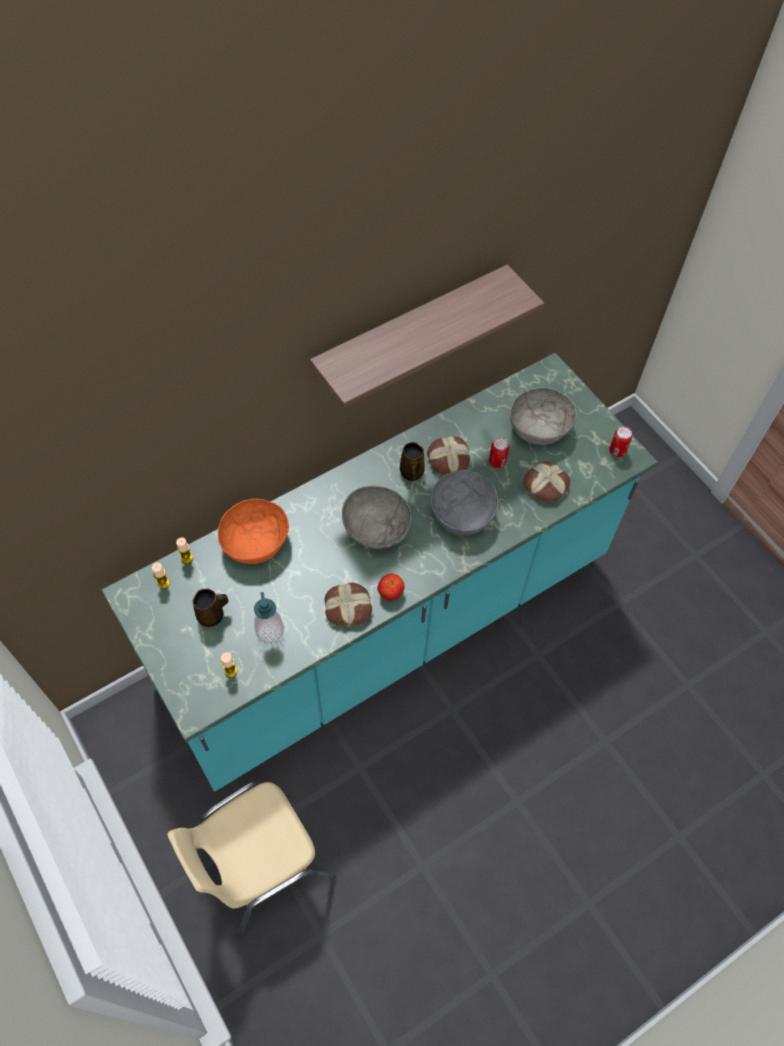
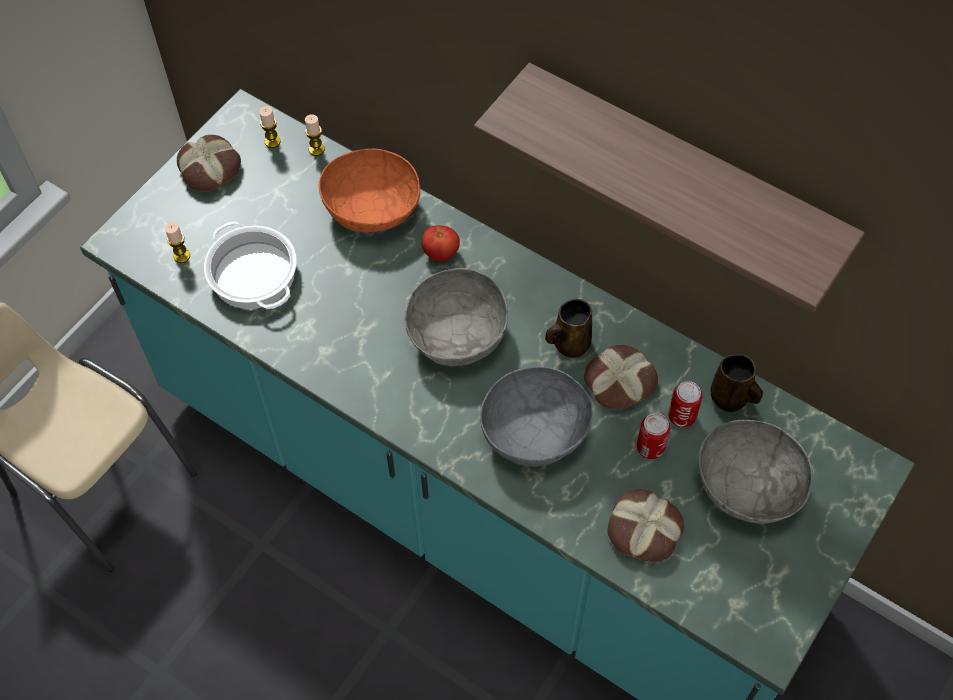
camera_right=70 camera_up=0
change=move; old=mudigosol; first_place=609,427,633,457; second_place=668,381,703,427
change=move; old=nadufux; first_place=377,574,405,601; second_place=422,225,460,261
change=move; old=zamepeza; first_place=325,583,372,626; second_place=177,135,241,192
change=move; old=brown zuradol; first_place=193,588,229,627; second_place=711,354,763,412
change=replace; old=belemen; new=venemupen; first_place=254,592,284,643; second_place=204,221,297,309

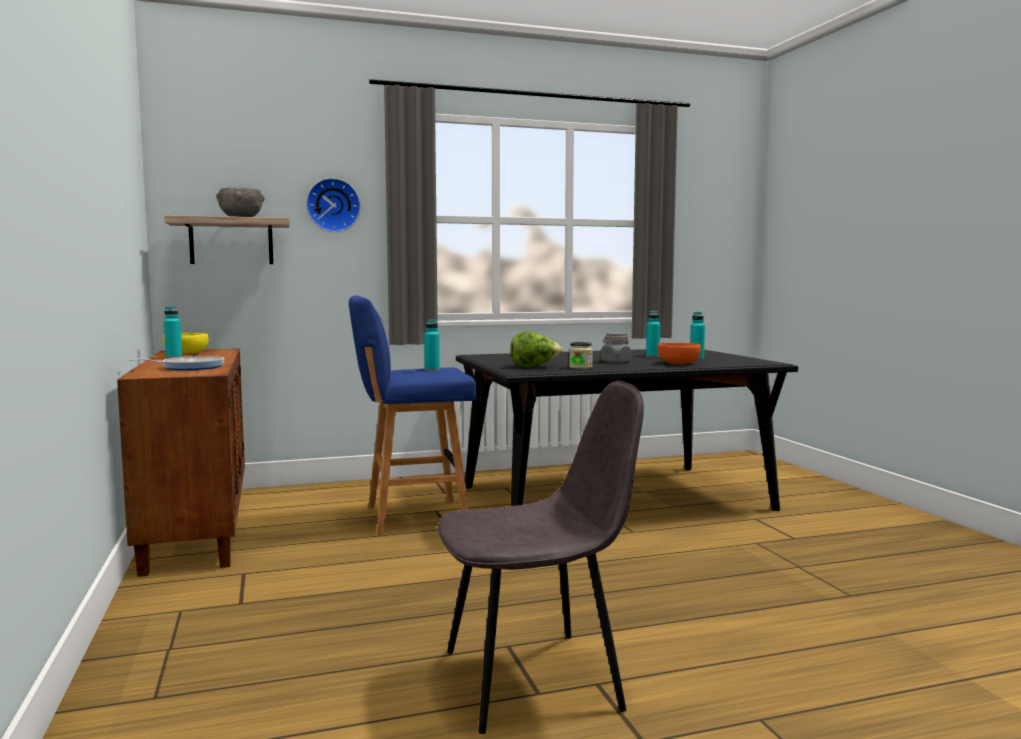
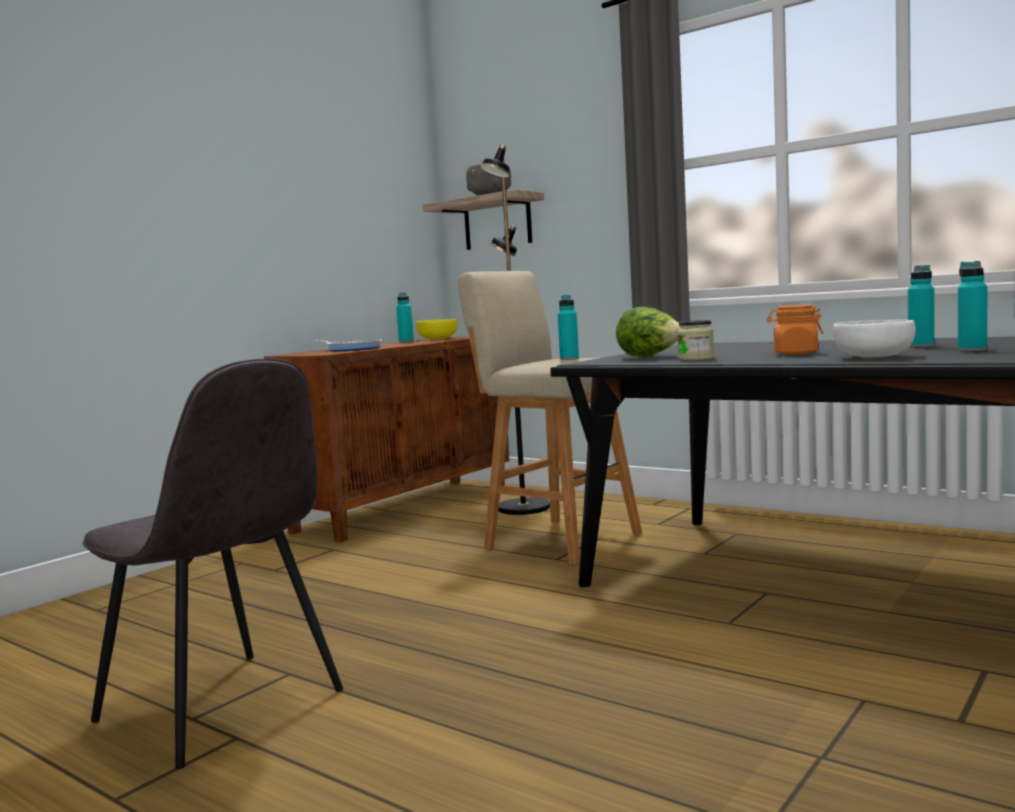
camera_right=55 camera_up=0
change=delete; old=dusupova; first_place=306,178,361,232
change=recolor; old=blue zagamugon; new=beige zagamugon; first_place=349,296,476,537; second_place=458,271,642,565
change=recolor; old=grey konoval; new=orange konoval; first_place=600,332,631,363; second_place=767,305,823,355
change=recolor; old=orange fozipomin; new=white fozipomin; first_place=657,343,701,364; second_place=833,320,916,357
change=insert; new=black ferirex; second_place=480,144,550,515

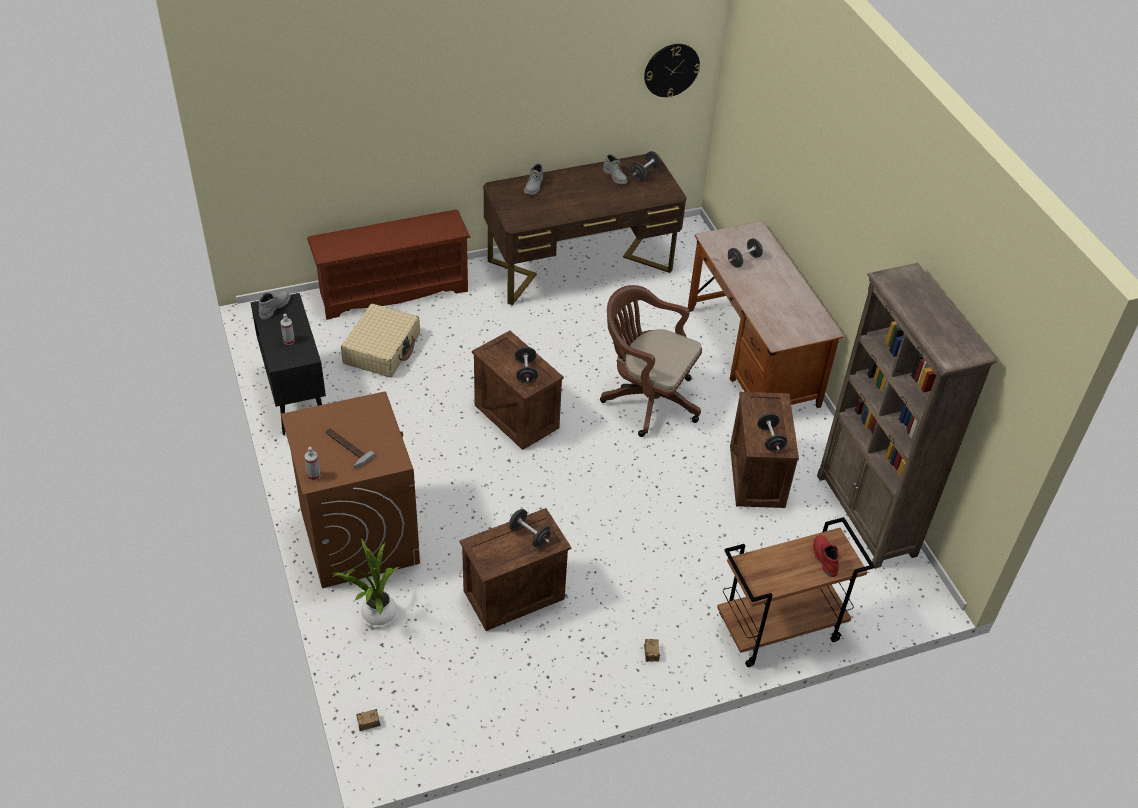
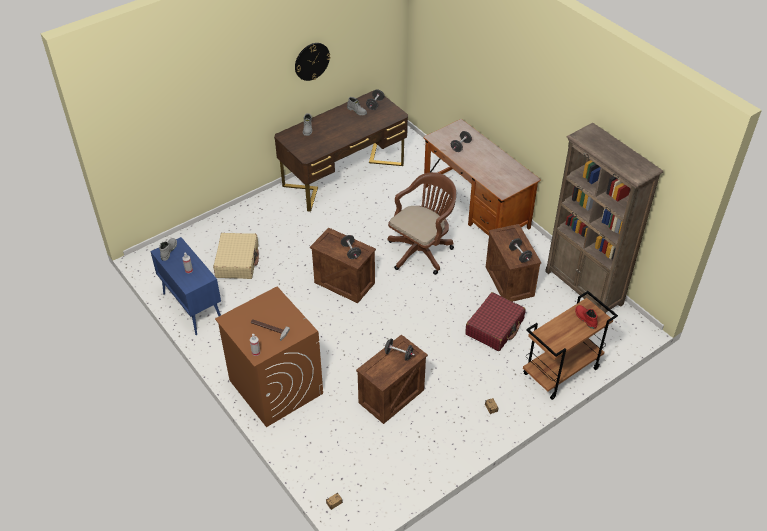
camera_right=-15 camera_up=0
change=move; old=dusupova; first_place=644,44,700,98; second_place=295,43,330,81
change=delete; old=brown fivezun; first_place=307,210,471,320
change=rotate; old=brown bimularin; first_place=600,285,702,437; second_place=387,172,456,275; degrees=120
change=recolor; old=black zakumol; new=blue zakumol; first_place=250,293,326,435; second_place=150,237,221,335
change=delete; old=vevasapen; first_place=332,539,399,628
change=insert; new=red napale; second_place=465,292,525,351

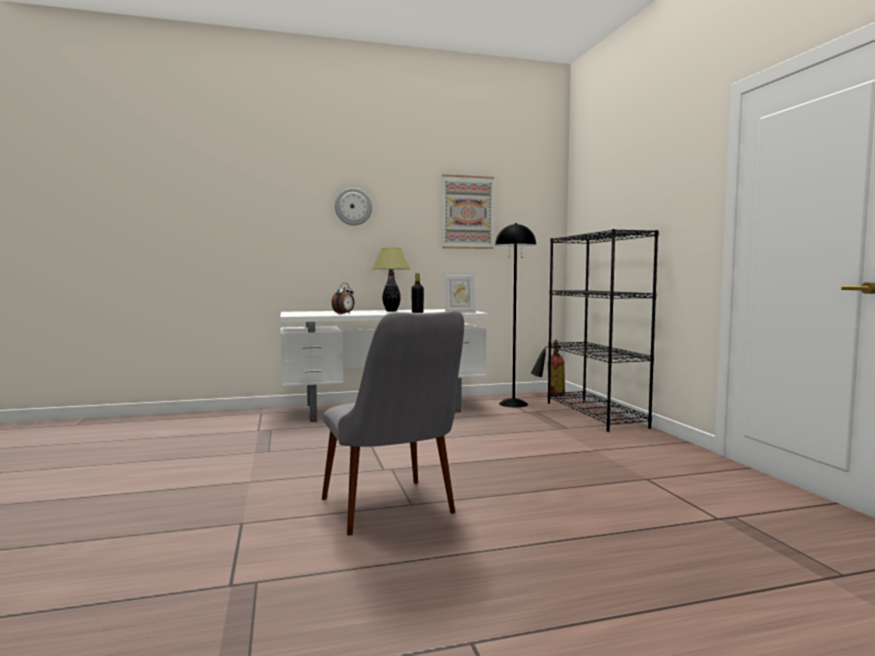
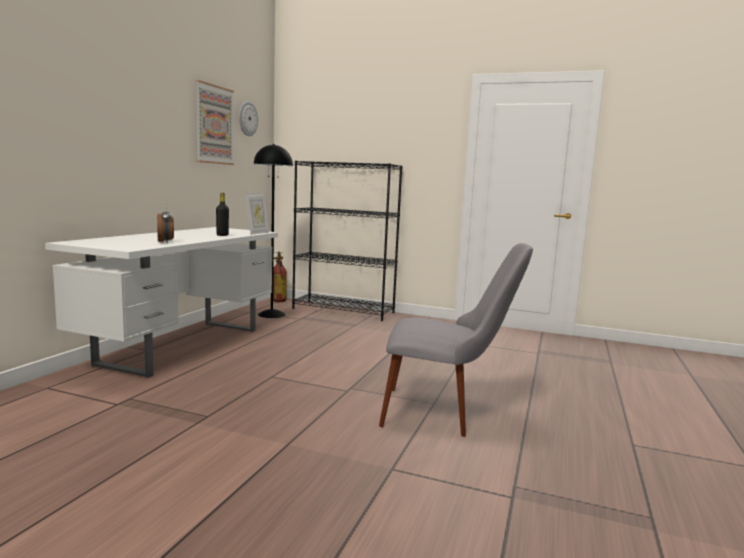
camera_right=-55 camera_up=5
change=move; old=dusupova; first_place=335,188,372,226; second_place=239,101,258,136
change=delete; old=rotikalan; first_place=372,248,410,311

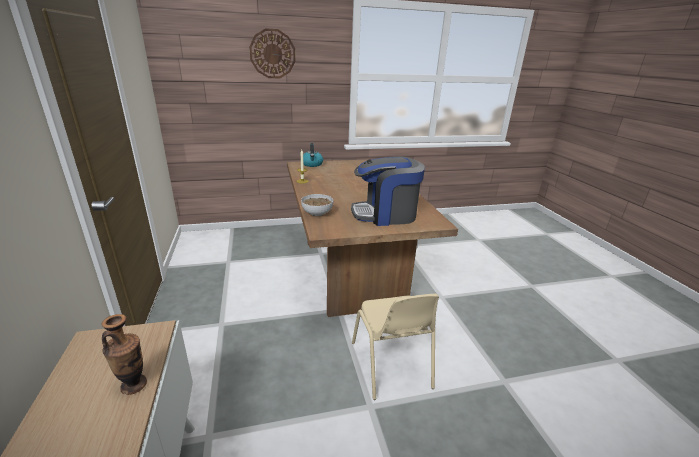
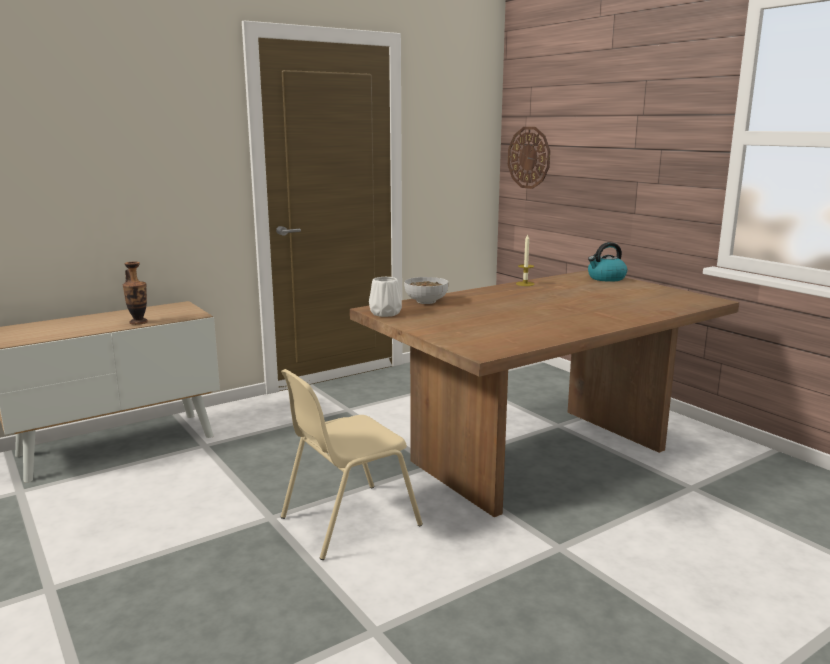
camera_right=70 camera_up=-10
change=move; old=dusupova; first_place=249,28,296,78; second_place=508,127,550,189
change=delete; old=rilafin; first_place=351,156,425,226
change=insert; new=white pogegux; second_place=369,277,402,317

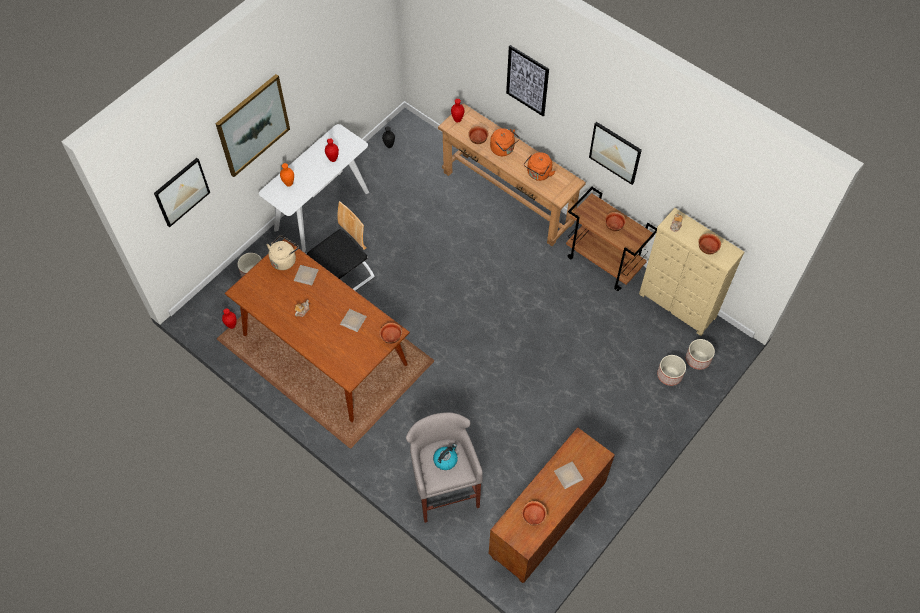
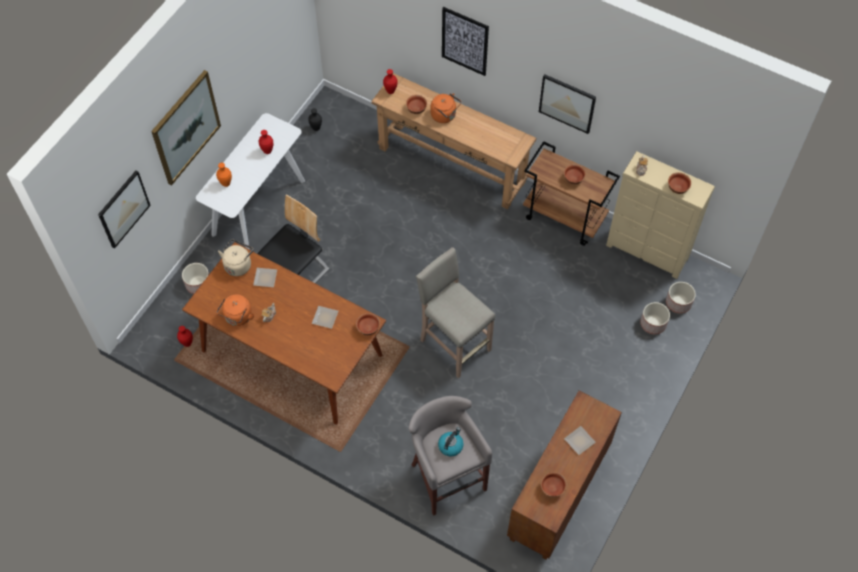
camera_right=-10 camera_up=0
change=move; old=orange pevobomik; first_place=524,152,555,181; second_place=217,294,254,326
change=insert; new=beige zagamugon; second_place=416,247,496,378

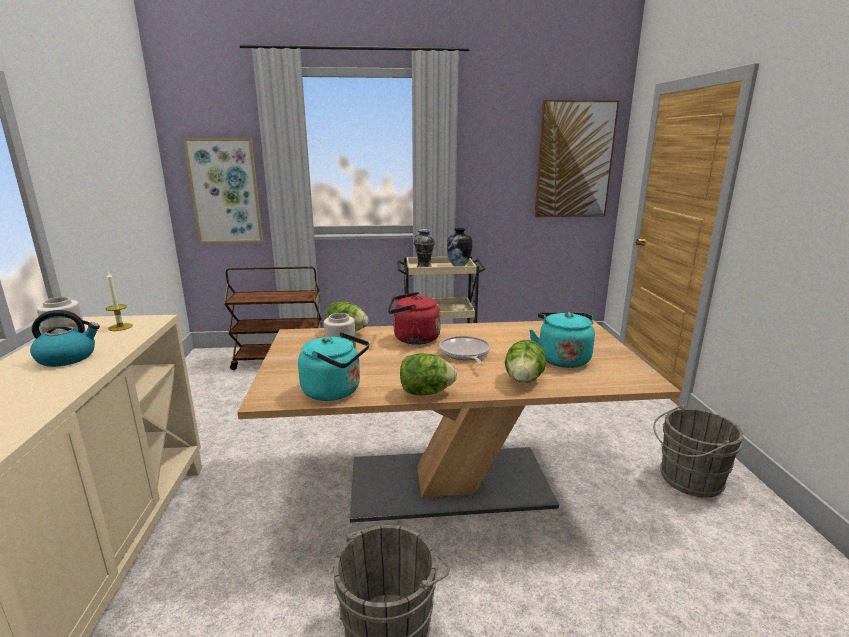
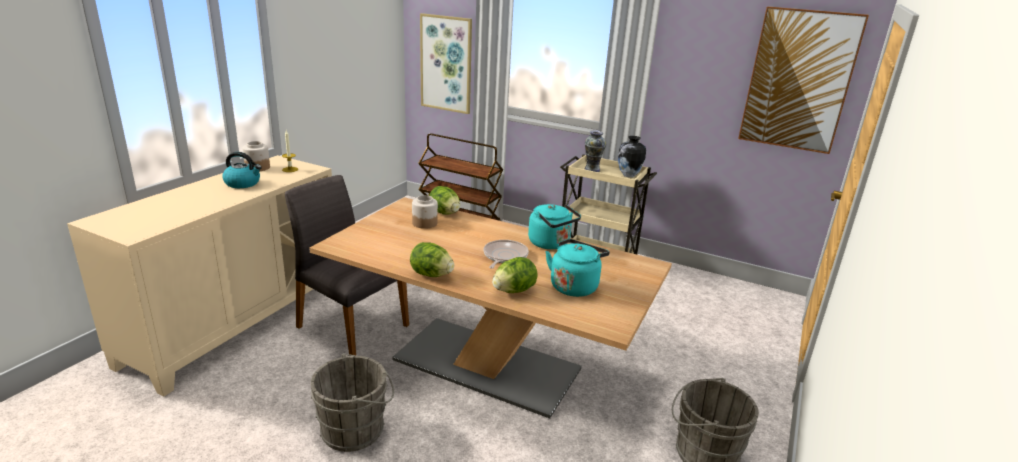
camera_right=30 camera_up=5
change=delete; old=red pevobomik; first_place=388,292,441,345
change=move; old=turquoise pevobomik; first_place=298,332,369,401; second_place=528,204,581,249
change=insert; new=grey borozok; second_place=285,175,409,355

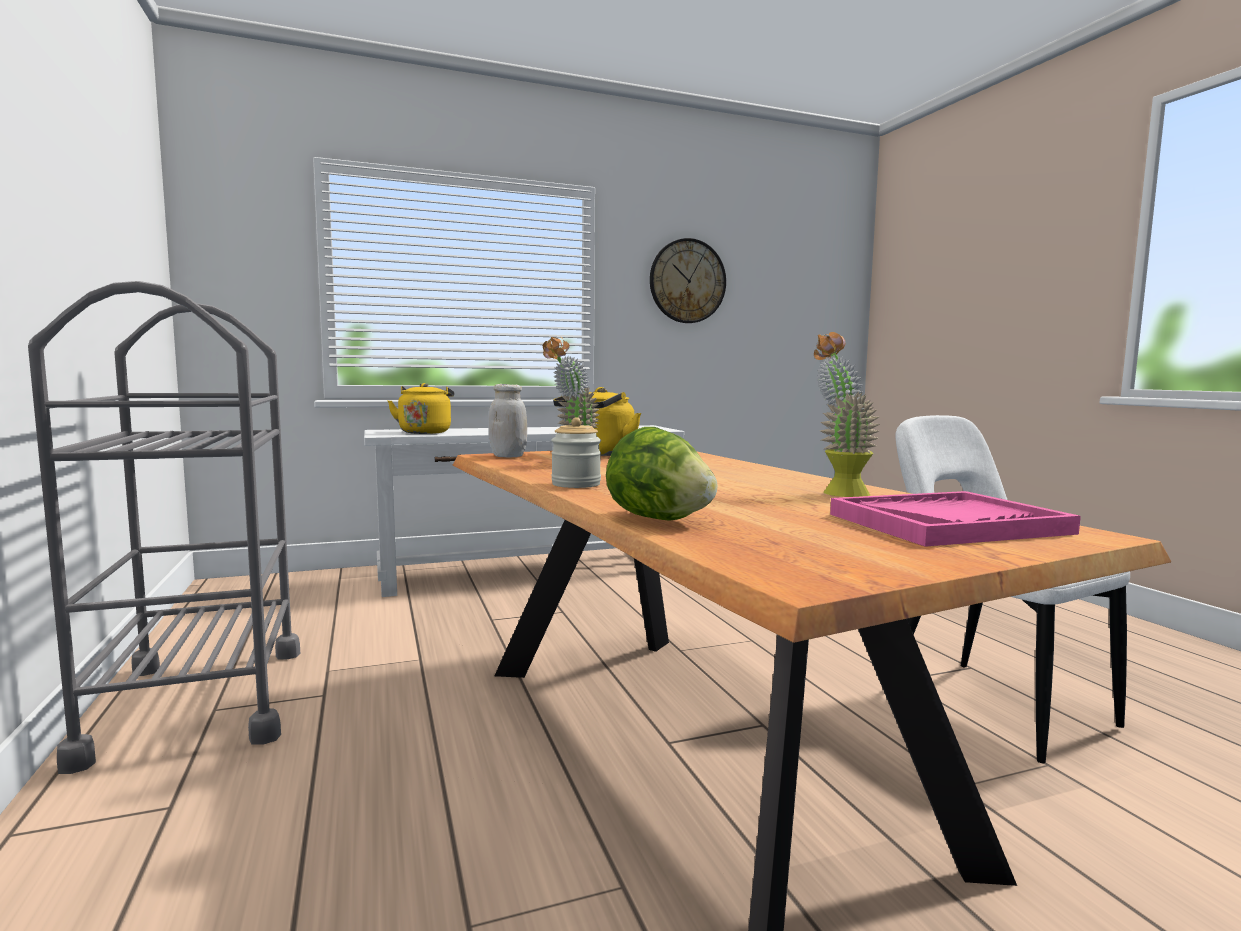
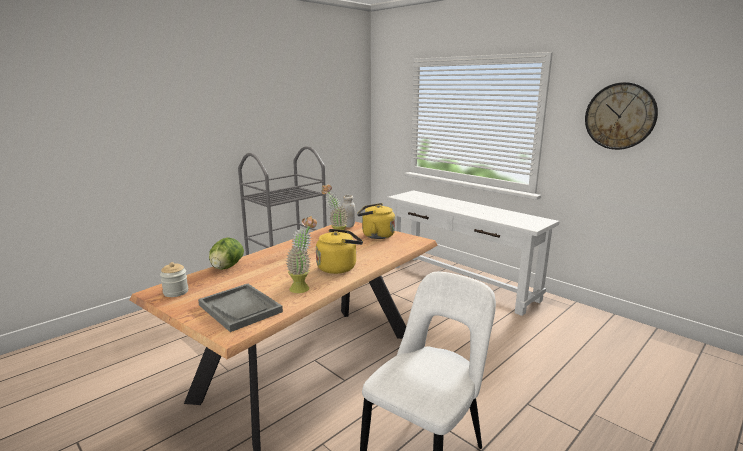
camera_right=65 camera_up=10
change=move; old=yellow pevobomik; first_place=387,383,454,434; second_place=316,229,363,274
change=move; old=konoval; first_place=551,417,601,488; second_place=160,262,188,297
change=recolor; old=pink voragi; new=grey voragi; first_place=830,491,1081,547; second_place=198,284,283,332

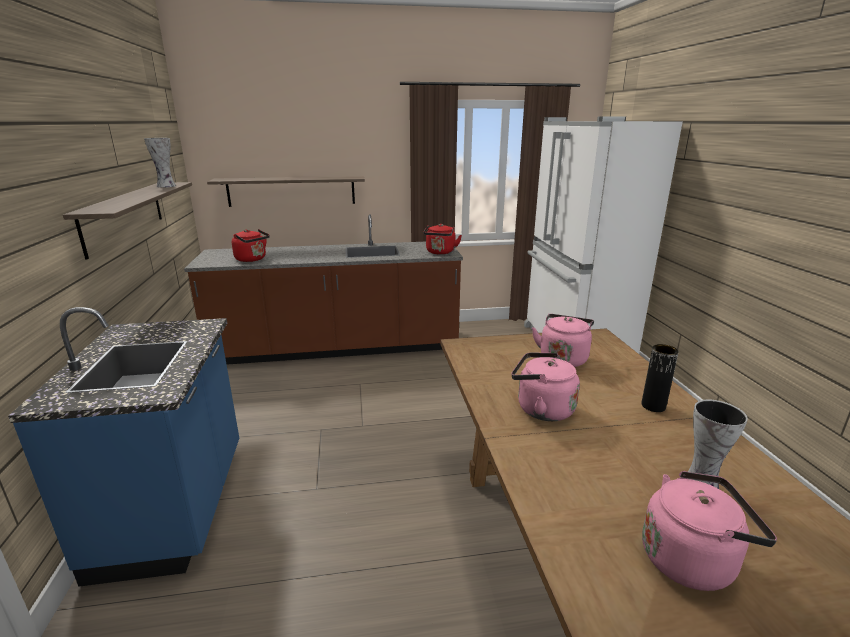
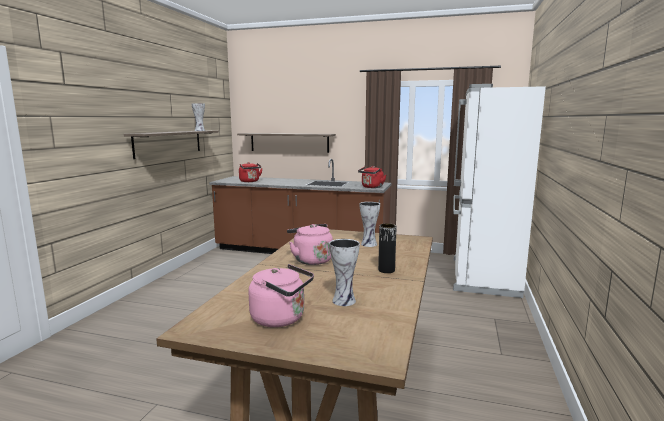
camera_right=25 camera_up=-10
change=delete; old=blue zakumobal; first_place=8,307,239,587
change=replace; old=pink pevobomik; new=pogegux; first_place=532,314,594,367; second_place=359,202,380,247

